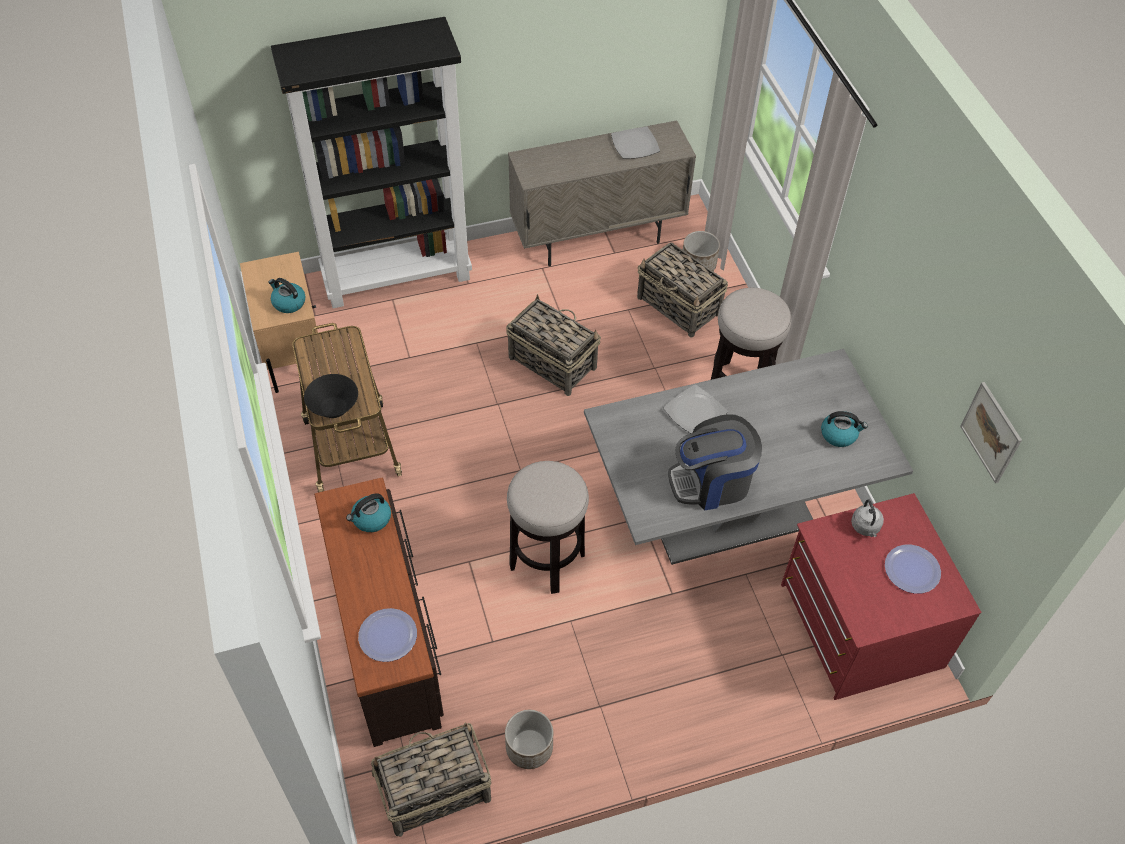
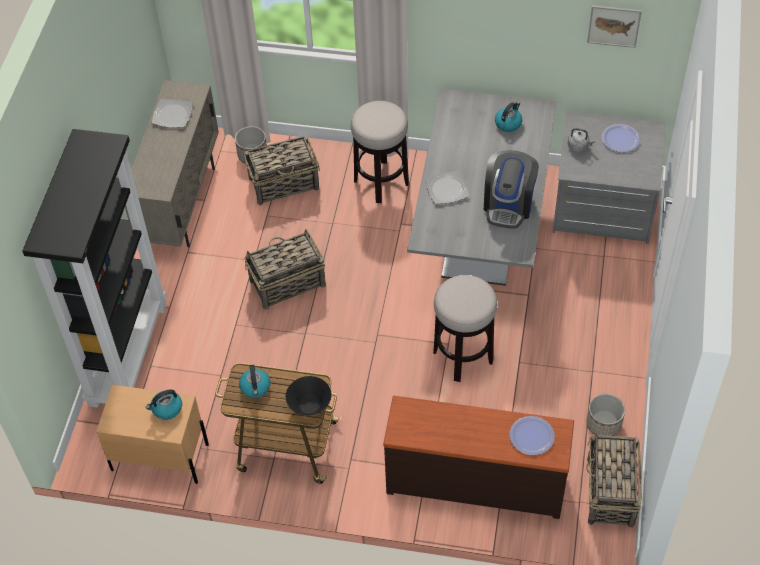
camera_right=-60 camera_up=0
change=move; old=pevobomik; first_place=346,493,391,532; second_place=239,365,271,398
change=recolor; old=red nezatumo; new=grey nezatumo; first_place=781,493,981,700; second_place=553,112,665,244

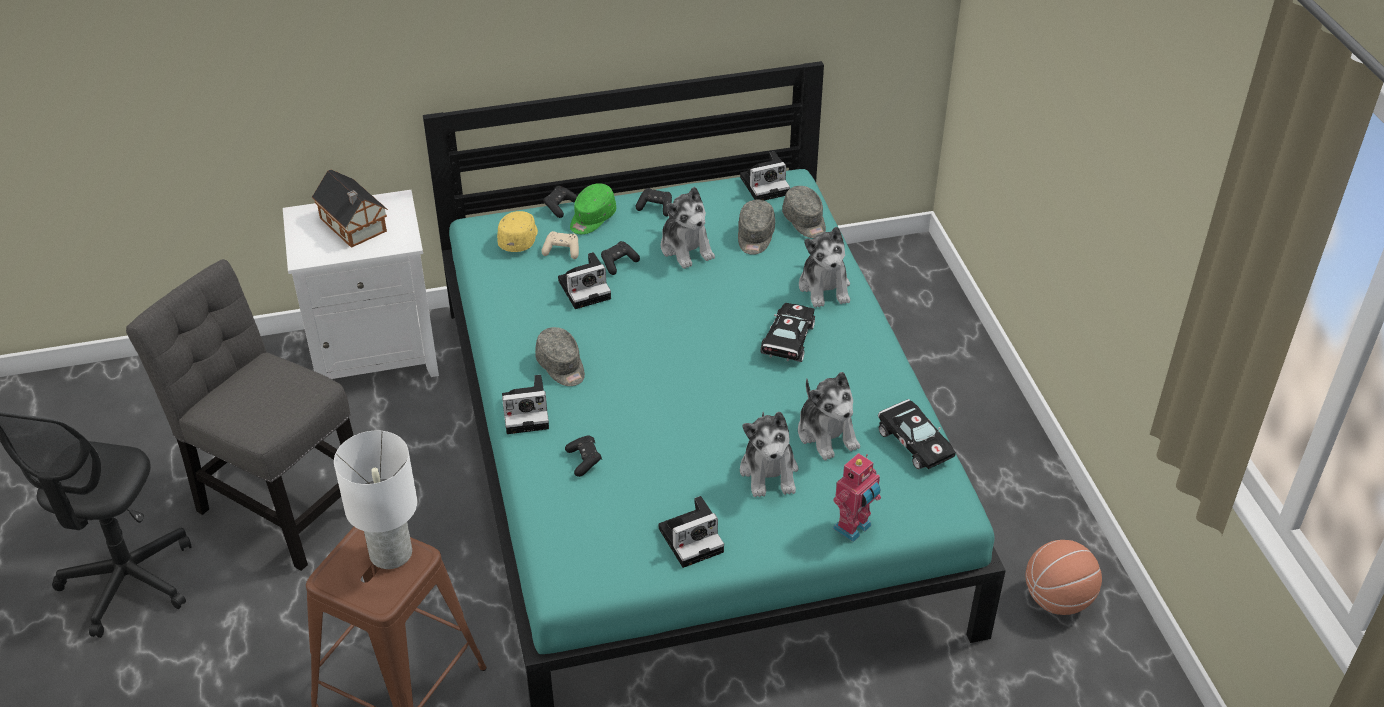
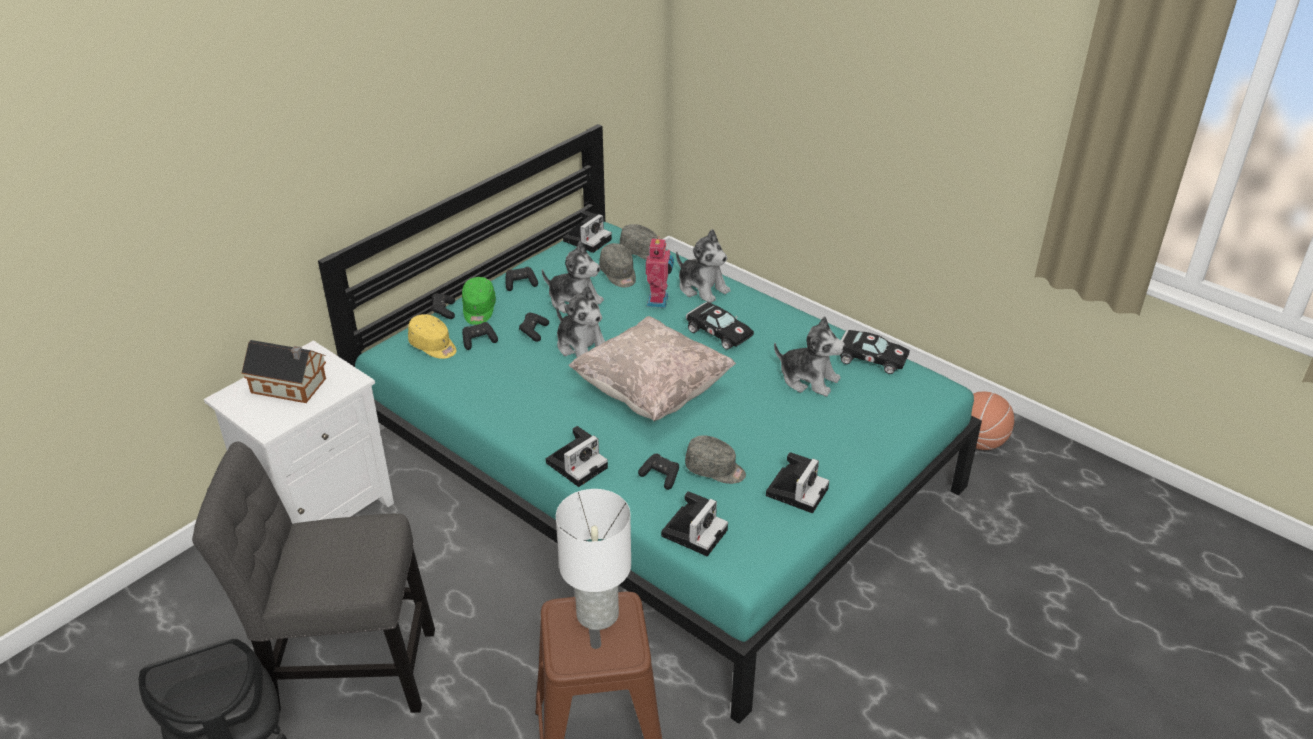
camera_right=-35 camera_up=-5
change=rotate; old=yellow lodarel; first_place=497,211,538,252; second_place=408,314,457,359; degrees=150
change=recolor; old=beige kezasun; new=black kezasun; first_place=541,231,579,259; second_place=462,322,498,350
change=move; old=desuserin; first_place=558,252,611,309; second_place=661,491,728,556
change=rotate; old=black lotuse; first_place=760,303,815,362; second_place=686,302,754,350; degrees=150
change=move; old=grey lodarel; first_place=535,327,585,386; second_place=685,435,746,484
change=move; old=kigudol; first_place=740,412,798,498; second_place=556,286,605,357
change=move; old=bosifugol; first_place=833,453,881,542; second_place=646,236,674,308
change=insert; new=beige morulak; second_place=569,316,736,421

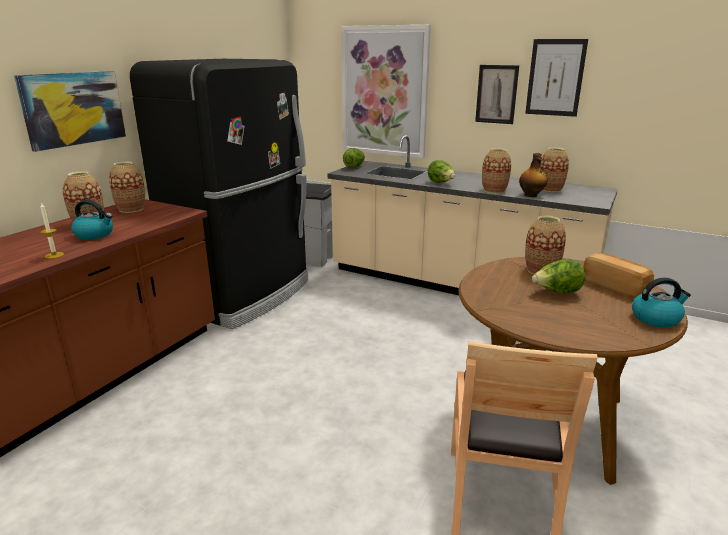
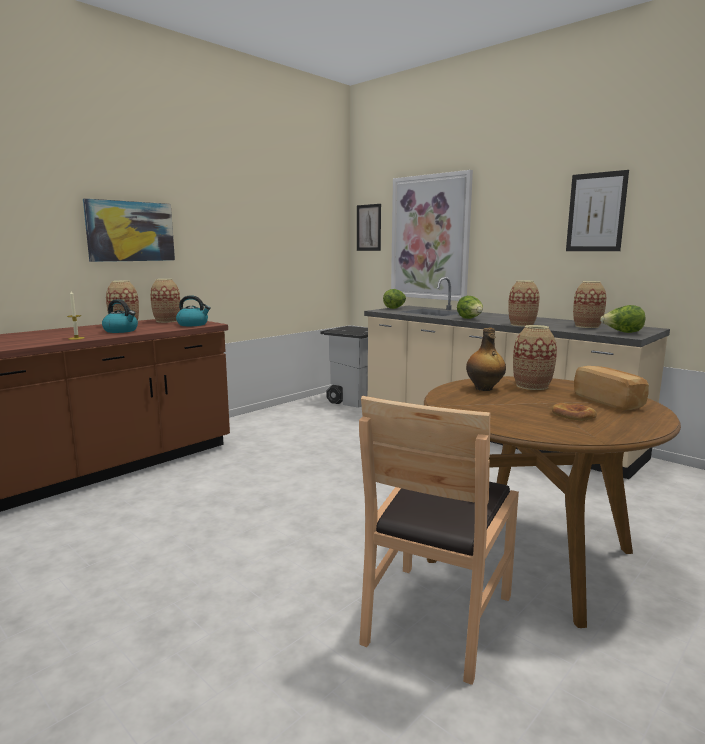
camera_right=15 camera_up=-10
change=delete; old=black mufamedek; first_place=130,59,308,329
change=move; old=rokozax; first_place=475,65,519,124; second_place=357,204,381,251
change=move; old=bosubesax; first_place=519,153,547,197; second_place=466,328,506,391
change=move; old=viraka; first_place=532,259,585,294; second_place=600,305,645,333
change=move; old=pevobomik; first_place=632,278,691,327; second_place=176,295,211,326
change=insert; new=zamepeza; second_place=552,403,597,421

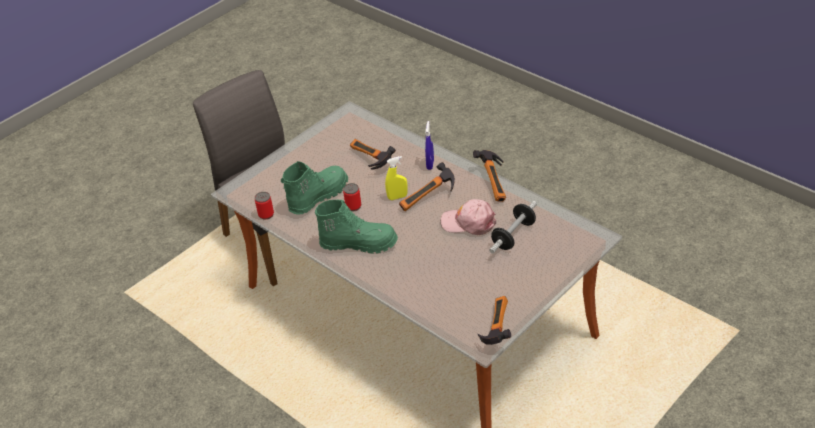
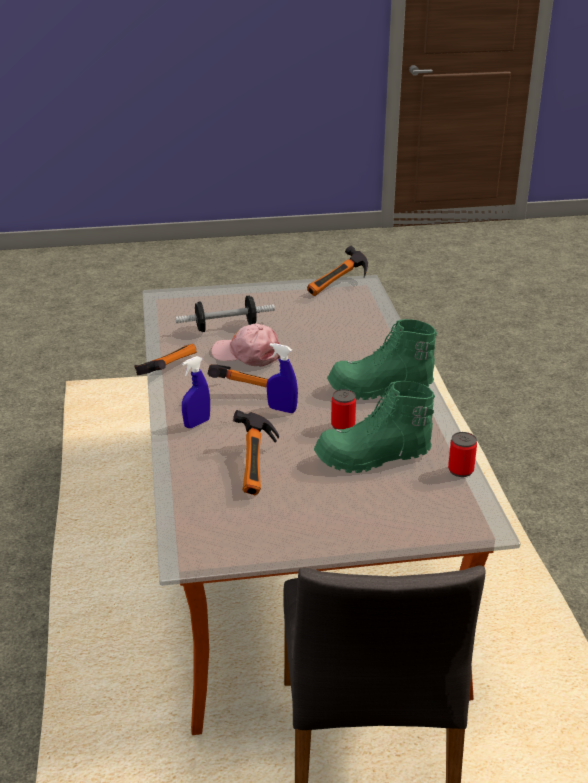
camera_right=-145 camera_up=-10
change=recolor; old=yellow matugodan; new=blue matugodan; first_place=385,156,408,200; second_place=267,343,298,413
change=rotate; old=pink lodarel; first_place=441,199,496,235; second_place=211,324,281,367; degrees=150
change=rotate; old=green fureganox; first_place=315,200,398,254; second_place=327,319,437,400; degrees=-45

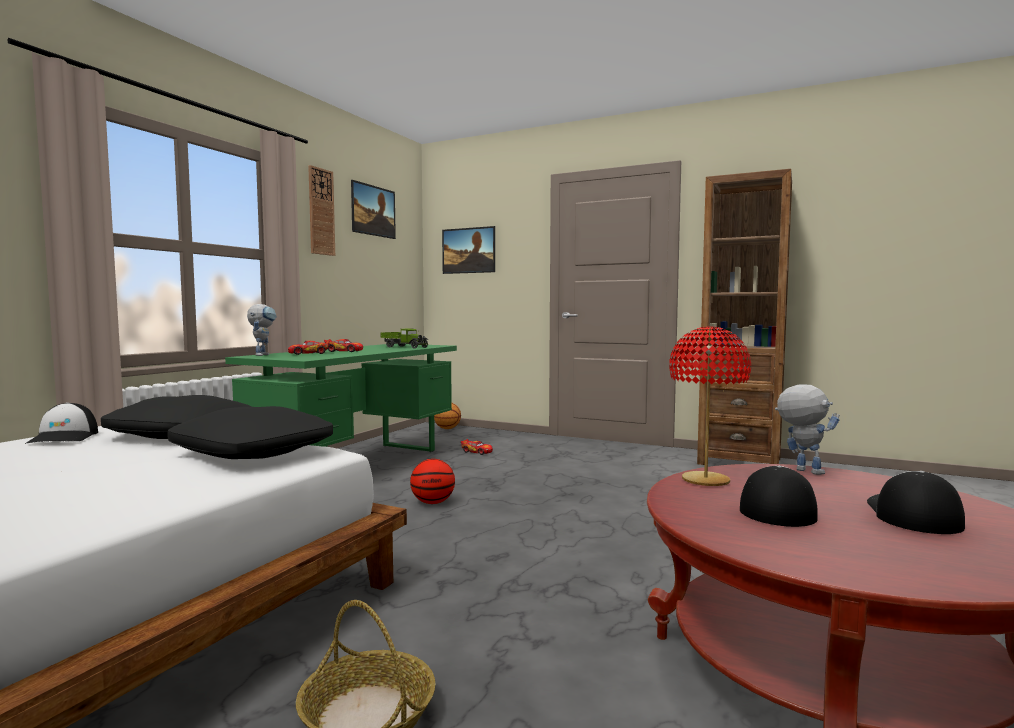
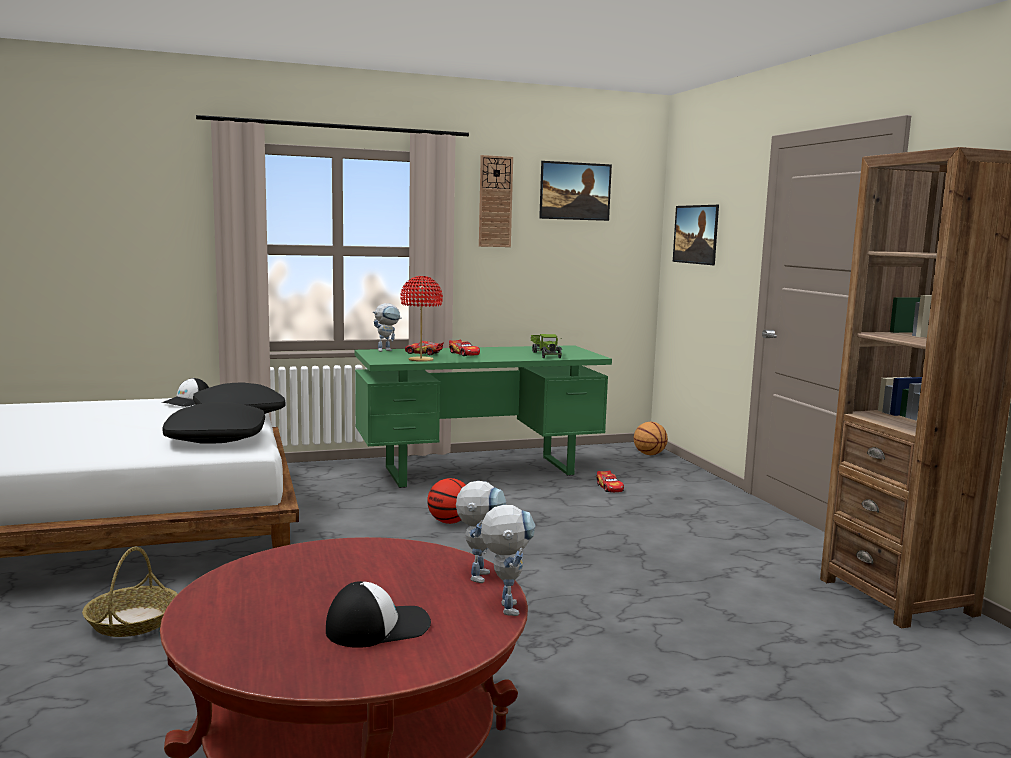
camera_right=45 camera_up=5
change=move; old=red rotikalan; first_place=669,327,751,486; second_place=401,276,443,362
change=delete; old=lodarel; first_place=740,466,818,527
change=insert; new=bosifugol; second_place=481,505,536,616

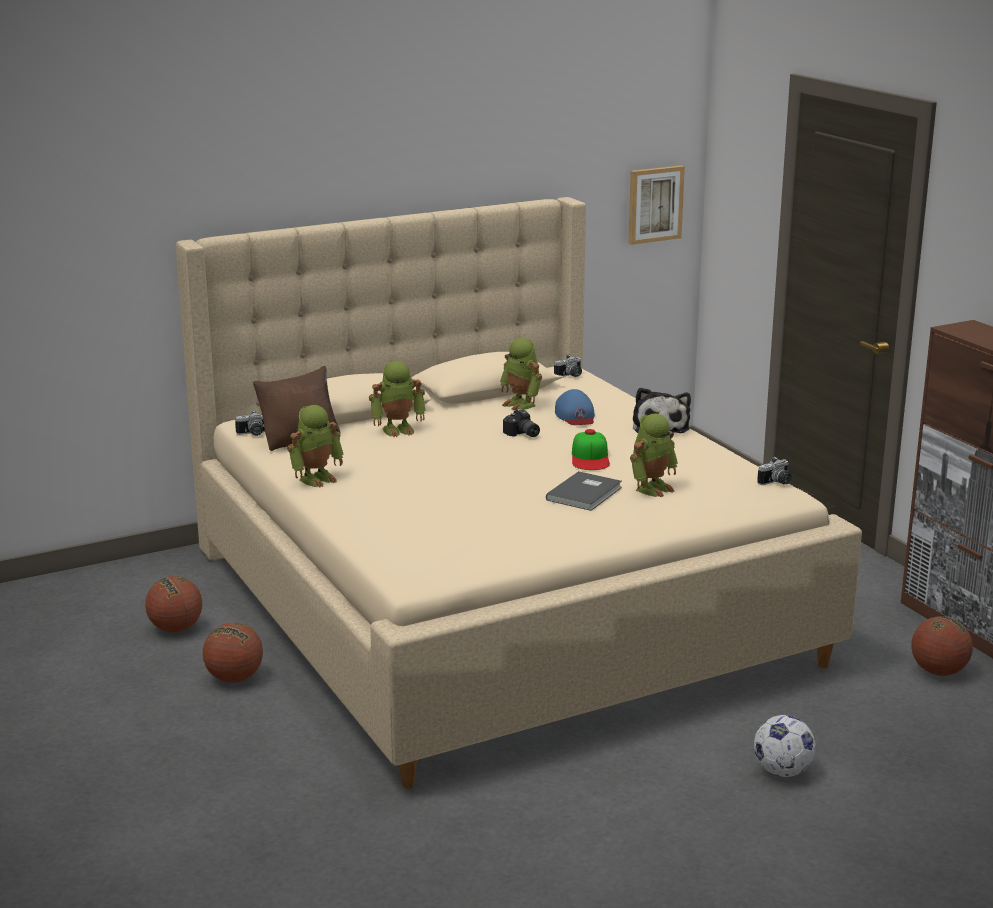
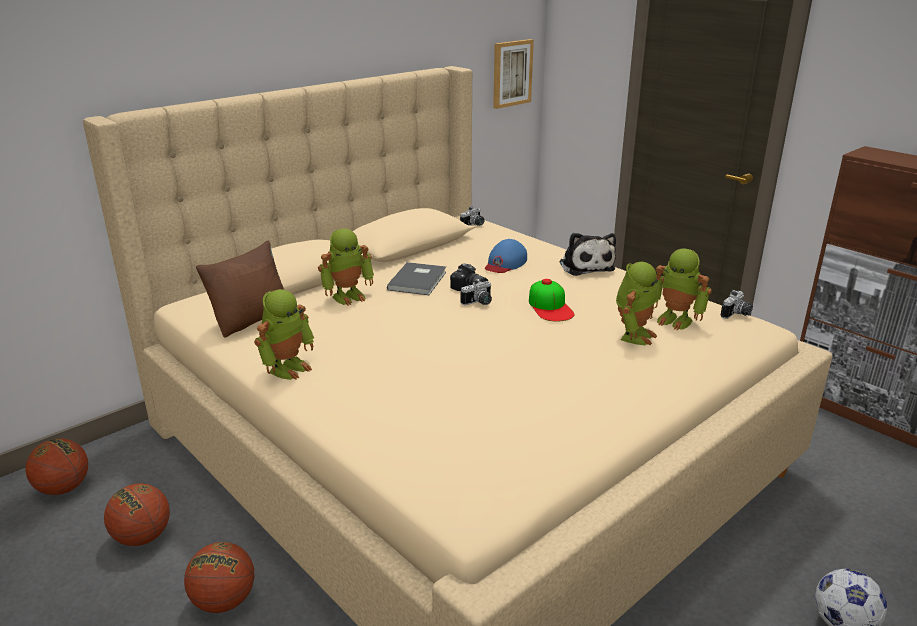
camera_right=-15 camera_up=5
change=move; old=bosifugol; first_place=500,338,542,411; second_place=655,248,712,330
change=rotate; old=blue lodarel; first_place=555,389,595,425; second_place=485,239,527,273; degrees=60
change=move; old=desuserin; first_place=235,410,265,436; second_place=461,279,492,305
change=move; old=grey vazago; first_place=546,471,622,511; second_place=387,262,446,295
change=move; old=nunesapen; first_place=912,616,973,676; second_place=25,438,88,495

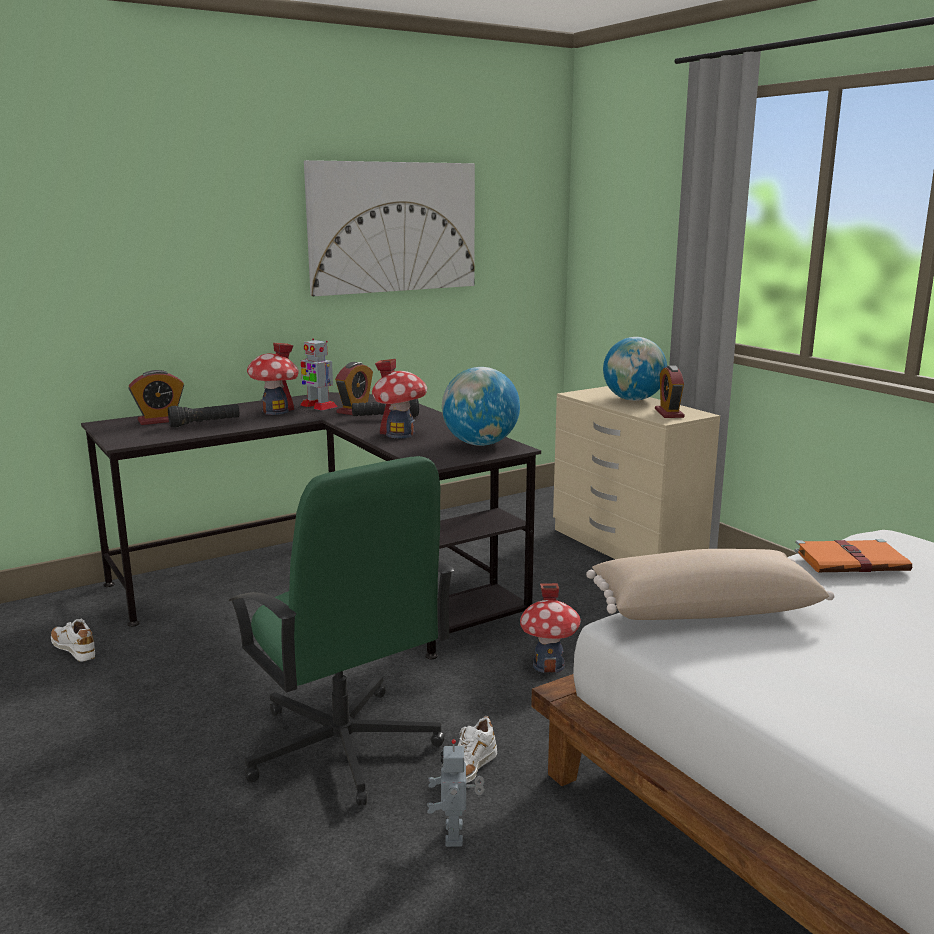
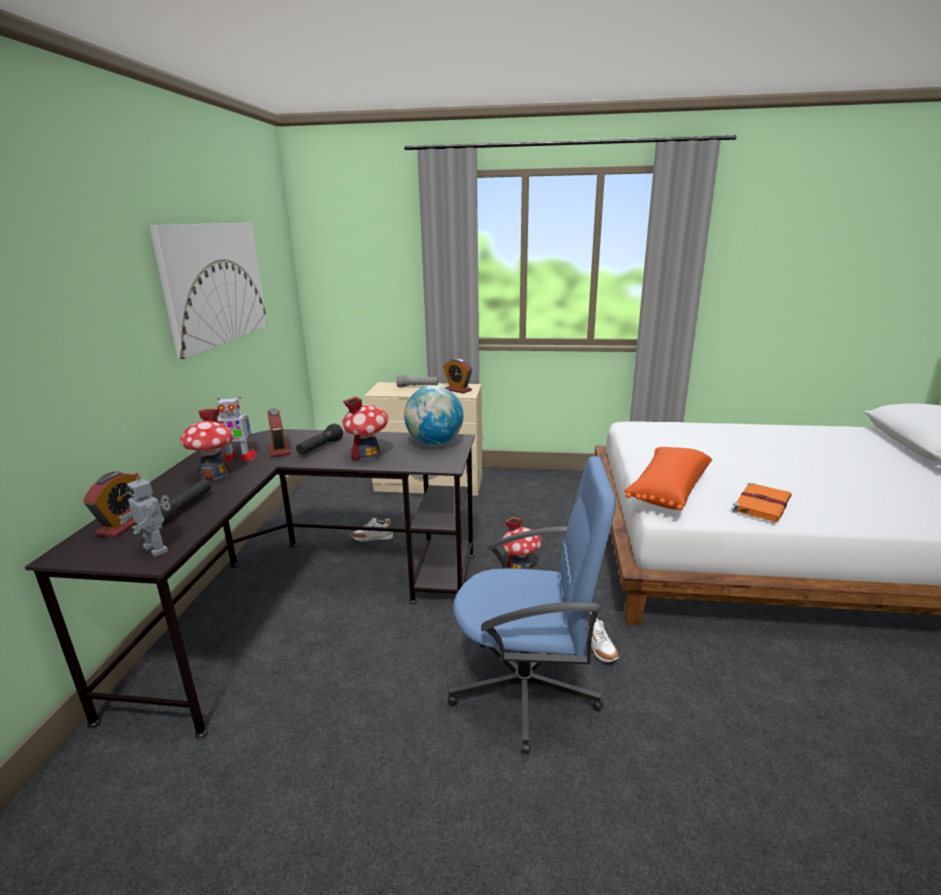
camera_right=-50 camera_up=5
change=replace; old=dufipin; new=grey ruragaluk; first_place=603,337,667,401; second_place=396,374,438,387
change=recolor; old=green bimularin; new=blue bimularin; first_place=228,456,454,806; second_place=448,456,616,755
change=move; old=orange vazago; first_place=795,539,912,572; second_place=732,482,792,522
change=recolor; old=beige morulak; new=orange morulak; first_place=586,549,834,620; second_place=624,447,712,510
change=move; old=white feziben; first_place=51,618,95,662; second_place=351,518,393,542
change=move; old=bosifugol; first_place=427,739,485,847; second_place=119,473,171,557

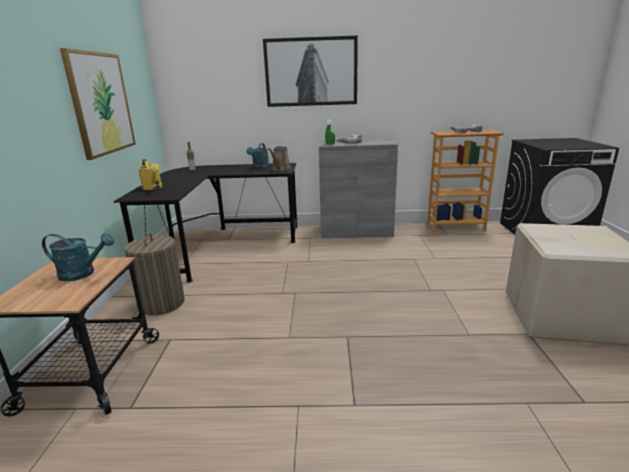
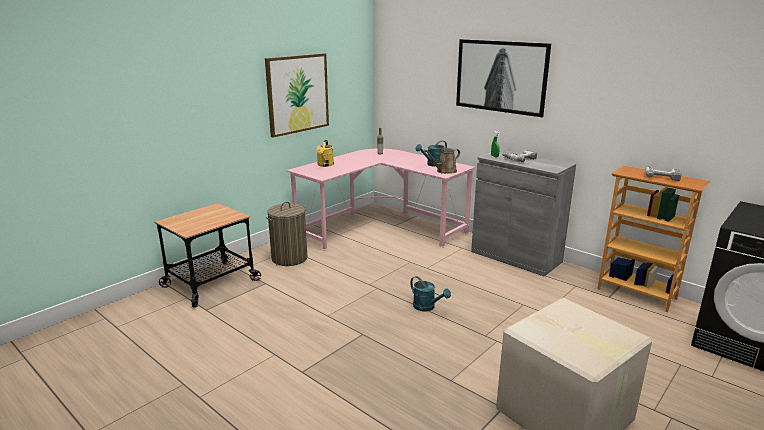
camera_right=40 camera_up=0
change=recolor; old=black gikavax; new=pink gikavax; first_place=114,163,298,283; second_place=286,149,476,251
change=move; old=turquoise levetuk; first_place=42,233,114,281; second_place=410,276,451,311

